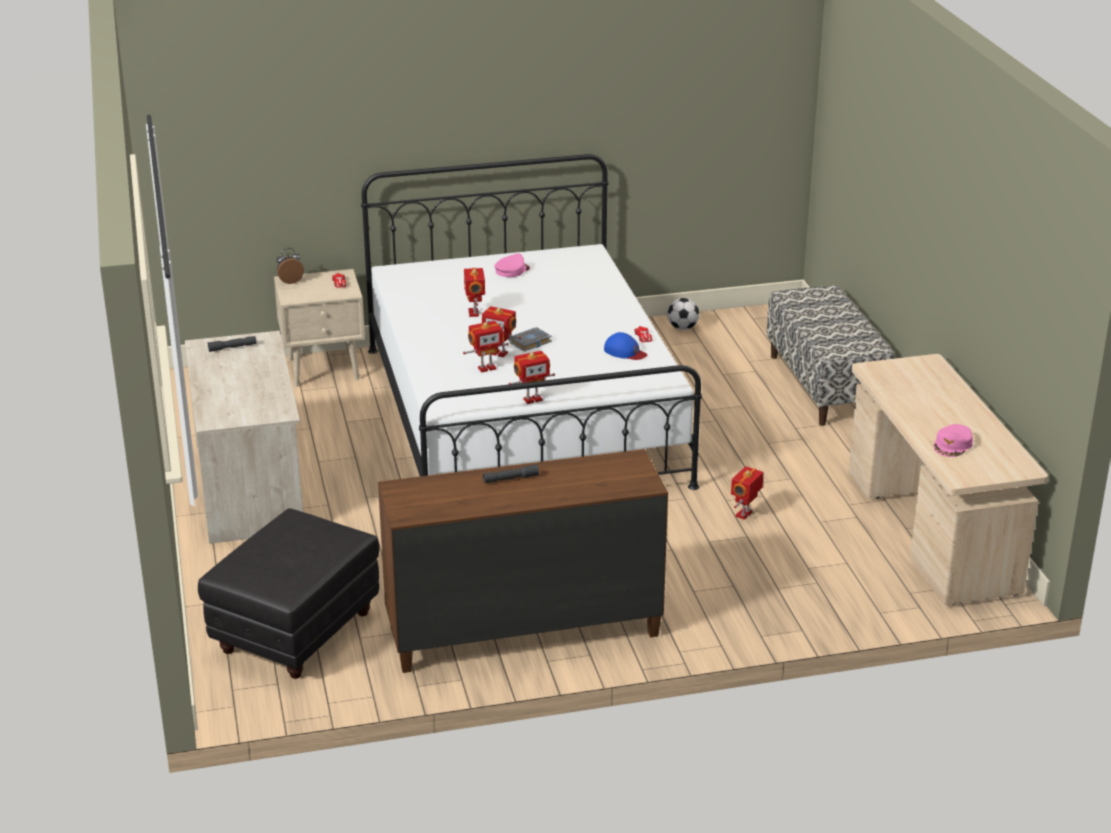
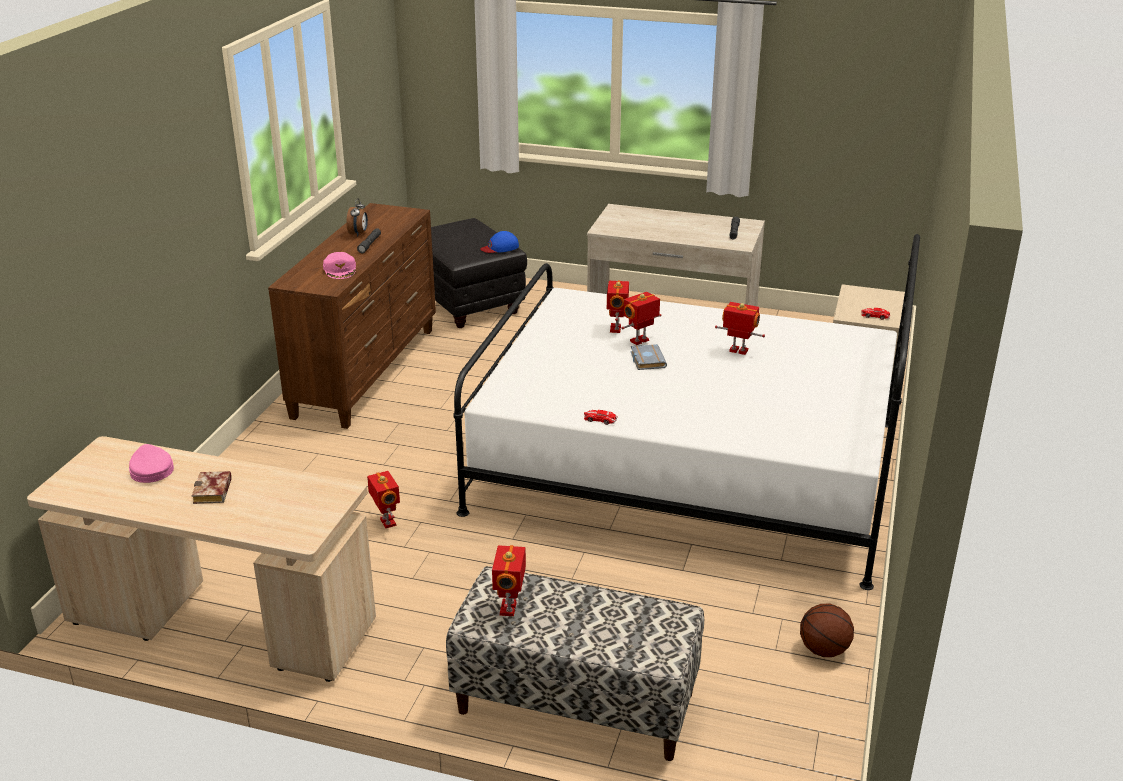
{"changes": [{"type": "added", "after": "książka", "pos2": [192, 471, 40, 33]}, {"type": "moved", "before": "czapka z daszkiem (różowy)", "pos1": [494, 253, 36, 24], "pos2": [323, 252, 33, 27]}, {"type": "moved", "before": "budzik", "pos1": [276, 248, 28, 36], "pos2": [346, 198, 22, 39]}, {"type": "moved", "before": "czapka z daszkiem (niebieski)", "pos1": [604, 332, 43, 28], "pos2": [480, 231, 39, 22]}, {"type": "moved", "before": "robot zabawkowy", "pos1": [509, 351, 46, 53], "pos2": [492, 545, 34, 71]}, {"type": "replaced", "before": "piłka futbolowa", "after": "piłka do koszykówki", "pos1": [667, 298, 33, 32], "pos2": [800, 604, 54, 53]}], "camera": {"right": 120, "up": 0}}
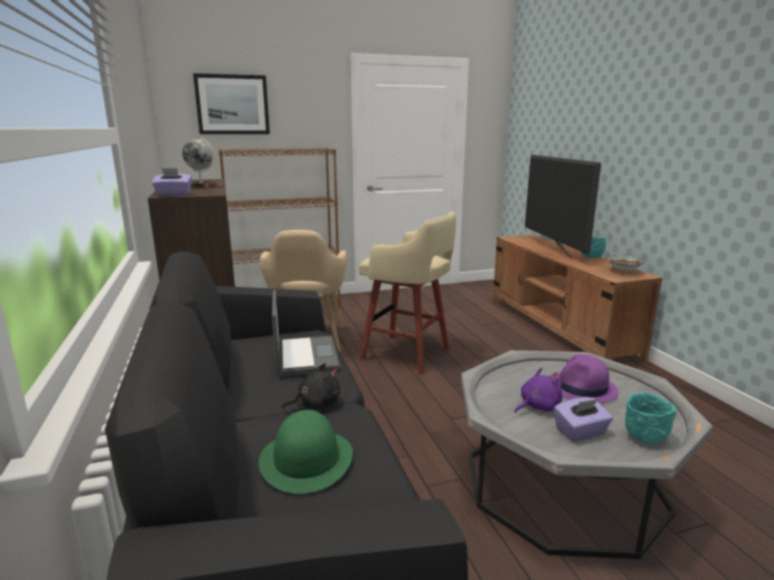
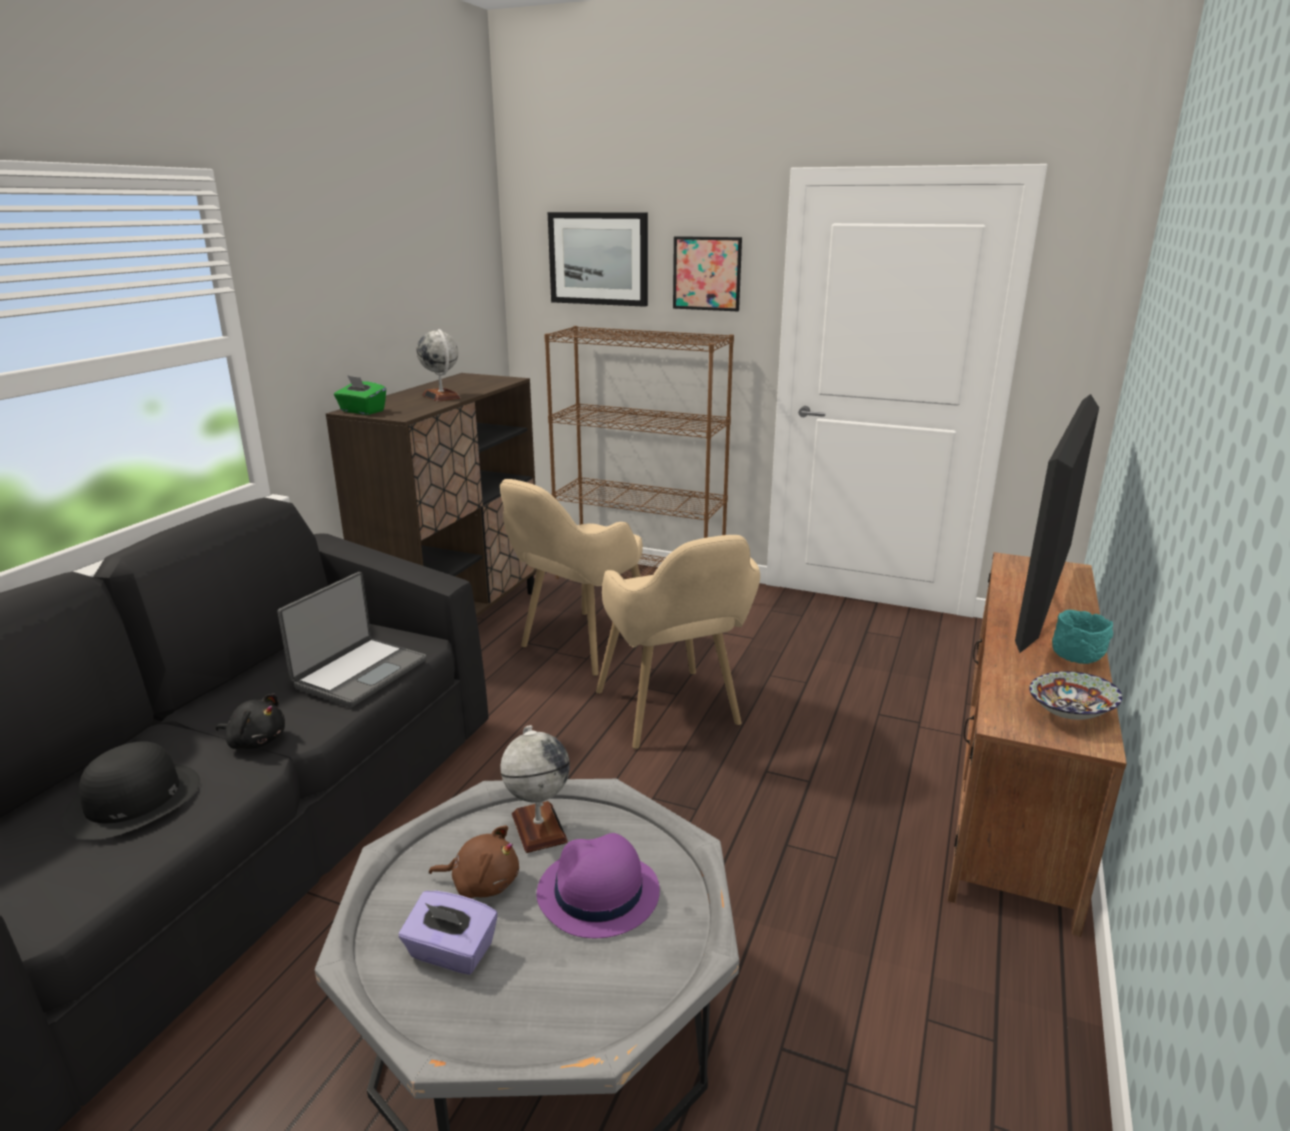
{"changes": [{"type": "recoloured", "before": "kapelusz (zielony)", "after": "kapelusz (czarny)", "pos1": [259, 410, 94, 84], "pos2": [62, 741, 138, 99]}, {"type": "recoloured", "before": "pudełko chusteczek (fioletowy)", "after": "pudełko chusteczek (zielony)", "pos1": [152, 168, 40, 29], "pos2": [334, 375, 52, 40]}, {"type": "recoloured", "before": "pluszak (fioletowy)", "after": "pluszak (brązowy)", "pos1": [514, 368, 48, 45], "pos2": [429, 825, 90, 73]}, {"type": "added", "after": "globus", "pos2": [500, 725, 70, 128]}, {"type": "replaced", "before": "stołek (beżowy)", "after": "fotel (beżowy)", "pos1": [359, 212, 97, 162], "pos2": [596, 535, 164, 214]}, {"type": "added", "after": "obraz", "pos2": [673, 236, 69, 75]}, {"type": "removed", "before": "miska (turkusowy)", "pos1": [625, 392, 52, 52]}], "camera": {"right": 40, "up": 5}}
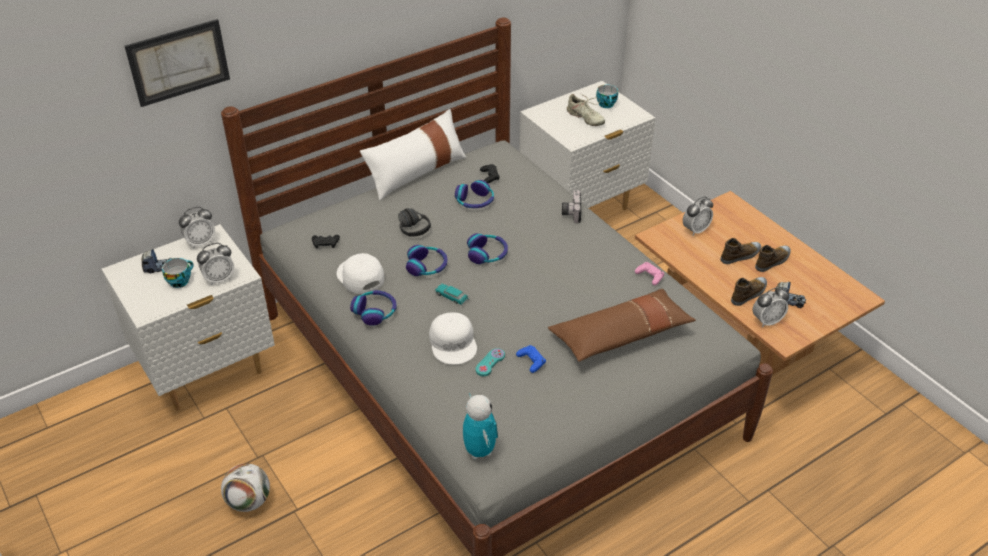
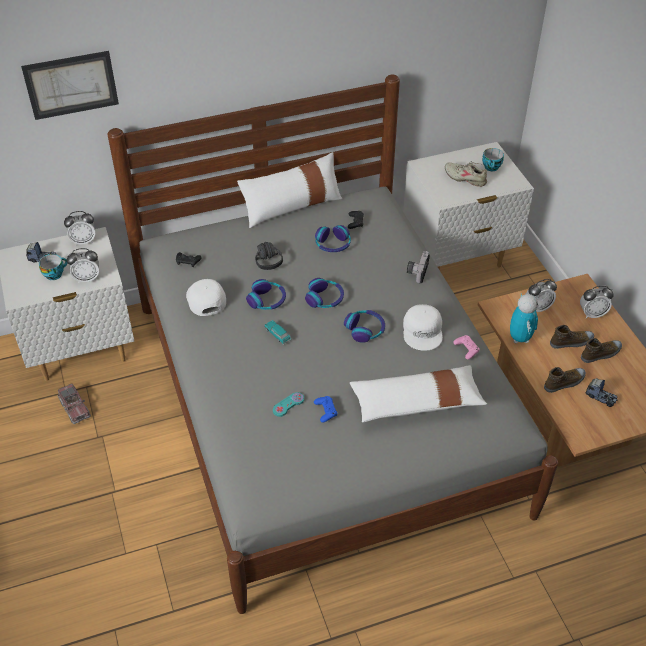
{"changes": [{"type": "added", "after": "ciężarówka zabawkowa", "pos2": [57, 383, 34, 41]}, {"type": "moved", "before": "słuchawki", "pos1": [350, 290, 47, 36], "pos2": [344, 310, 41, 33]}, {"type": "recoloured", "before": "poduszka (brązowy)", "after": "poduszka (biały)", "pos1": [548, 289, 148, 73], "pos2": [350, 365, 137, 57]}, {"type": "moved", "before": "czapka z daszkiem (biały)", "pos1": [429, 312, 48, 52], "pos2": [403, 304, 40, 47]}, {"type": "turned", "before": "but (beżowy)", "pos1": [567, 94, 38, 32], "pos2": [445, 162, 42, 25], "turn": 150}, {"type": "moved", "before": "robot zabawkowy", "pos1": [463, 393, 35, 66], "pos2": [510, 293, 28, 50]}, {"type": "moved", "before": "budzik", "pos1": [753, 287, 36, 40], "pos2": [580, 286, 34, 32]}, {"type": "removed", "before": "piłka futbolowa", "pos1": [221, 463, 49, 49]}], "camera": {"right": 15, "up": 5}}
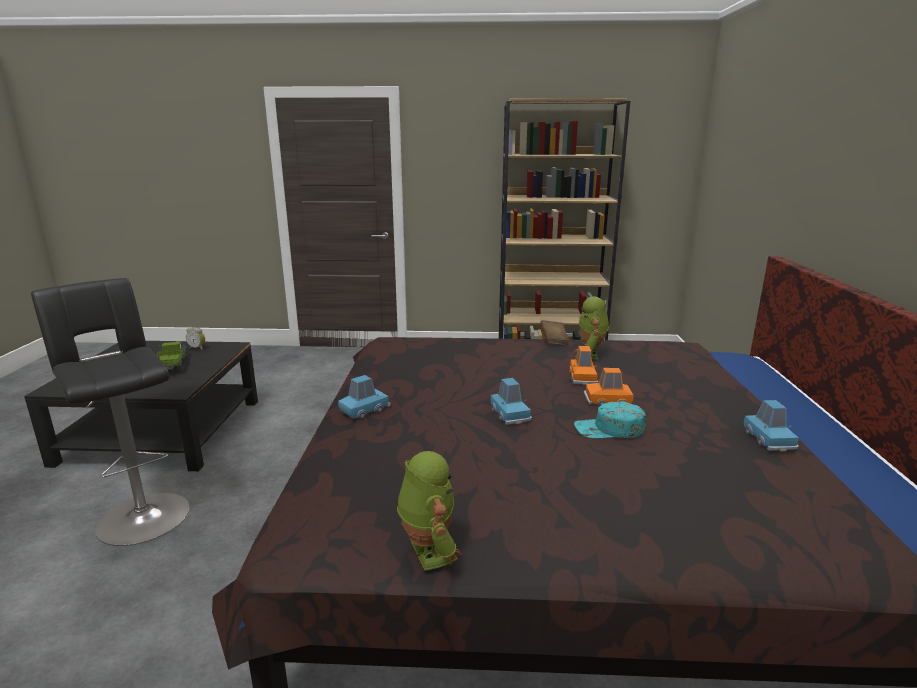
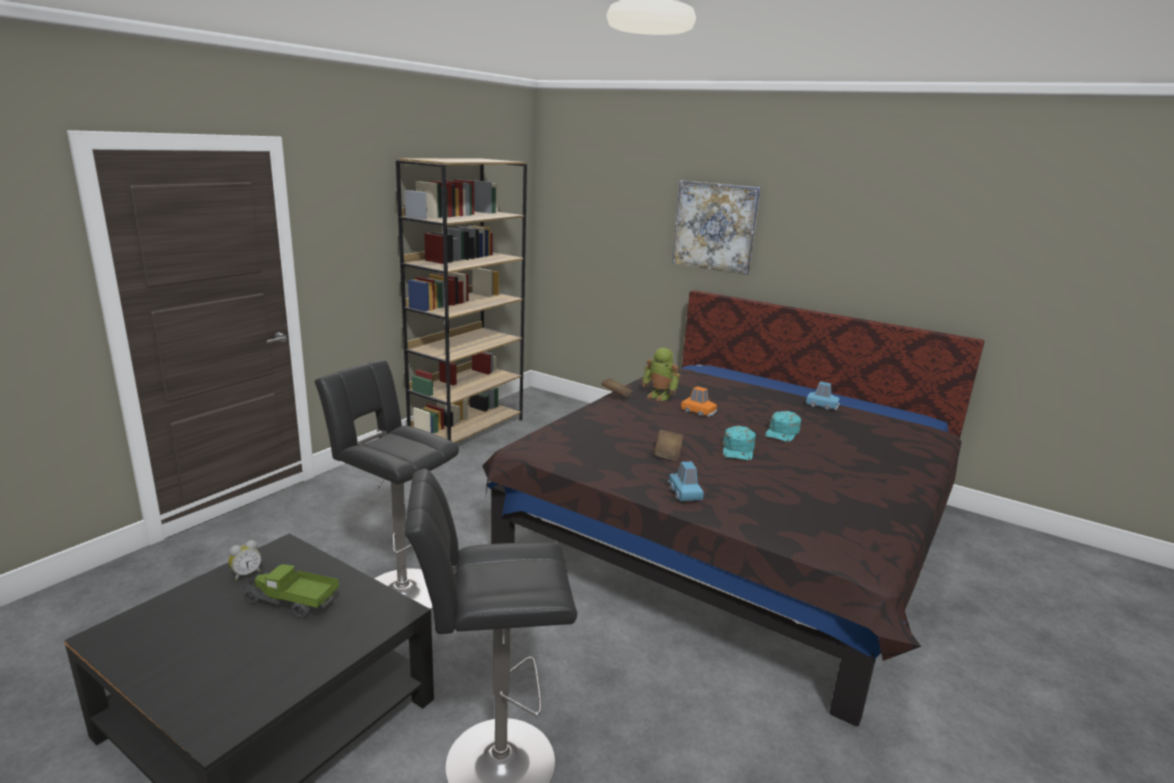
{"changes": [{"type": "added", "after": "stołek (czarny)", "pos2": [314, 360, 145, 249]}, {"type": "added", "after": "książka (brązowy)", "pos2": [654, 429, 29, 32]}, {"type": "added", "after": "obraz", "pos2": [672, 181, 89, 94]}, {"type": "replaced", "before": "samochodzik (niebieski)", "after": "czapka z daszkiem (turkusowy)", "pos1": [491, 378, 41, 47], "pos2": [723, 426, 32, 34]}, {"type": "removed", "before": "robot zabawkowy", "pos1": [397, 451, 65, 120]}, {"type": "removed", "before": "samochodzik (pomarańczowy)", "pos1": [584, 368, 50, 38]}], "camera": {"right": -60, "up": 0}}
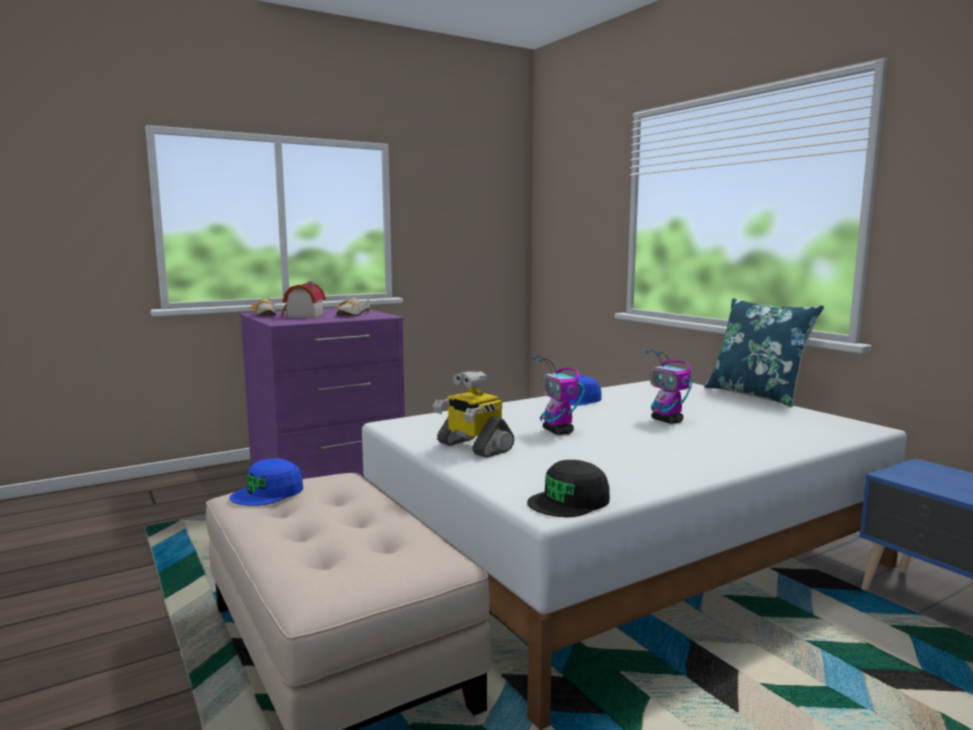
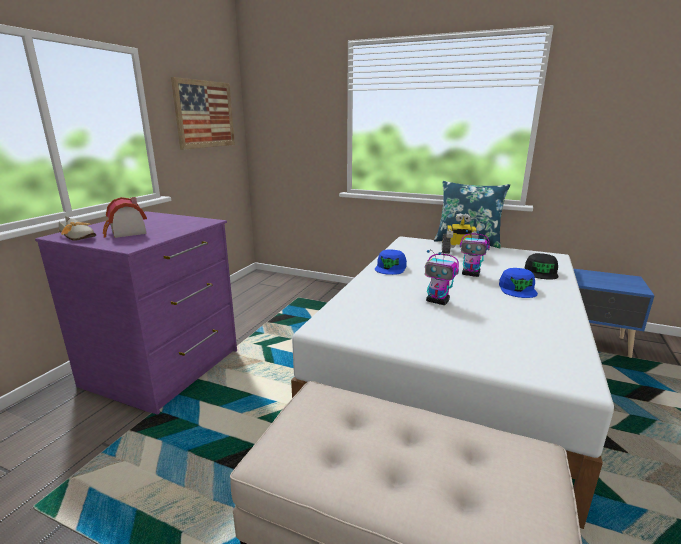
{"changes": [{"type": "added", "after": "obraz", "pos2": [171, 77, 64, 73]}, {"type": "moved", "before": "robot zabawkowy", "pos1": [433, 370, 81, 88], "pos2": [442, 213, 37, 40]}, {"type": "moved", "before": "czapka z daszkiem (niebieski)", "pos1": [230, 458, 73, 48], "pos2": [499, 268, 39, 30]}, {"type": "moved", "before": "czapka z daszkiem (czarny)", "pos1": [527, 460, 83, 57], "pos2": [525, 253, 33, 26]}, {"type": "removed", "before": "but", "pos1": [334, 297, 36, 19]}], "camera": {"right": -35, "up": 10}}
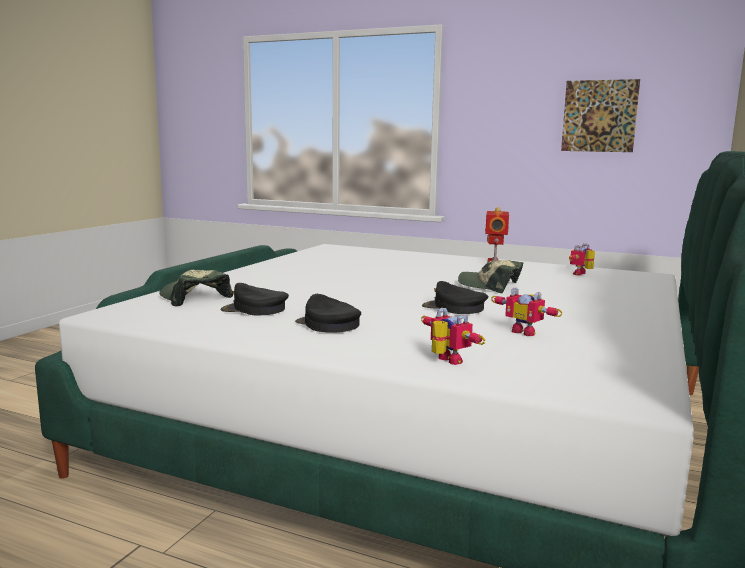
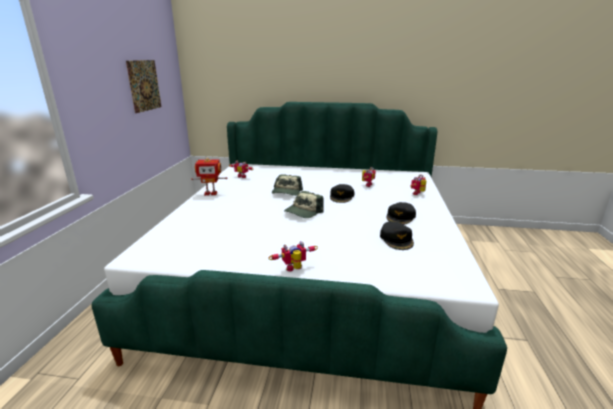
{"changes": [{"type": "added", "after": "robot zabawkowy", "pos2": [268, 241, 50, 31]}, {"type": "moved", "before": "czapka z daszkiem", "pos1": [159, 270, 74, 37], "pos2": [284, 191, 40, 27]}], "camera": {"right": -105, "up": 10}}
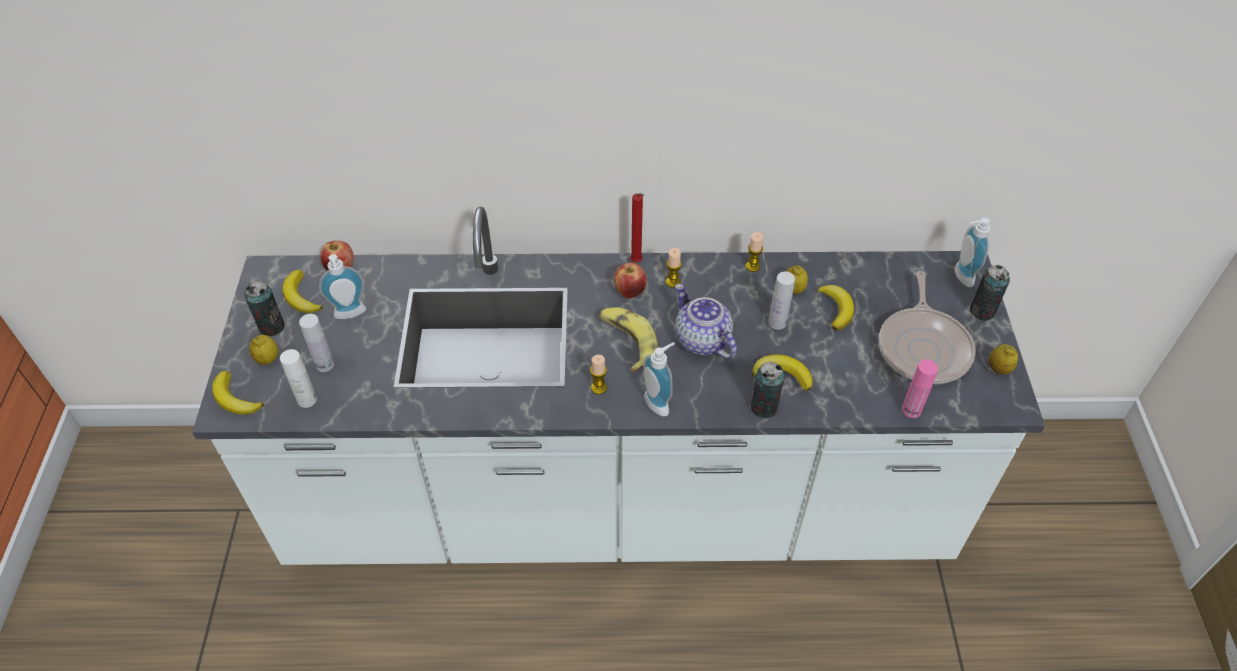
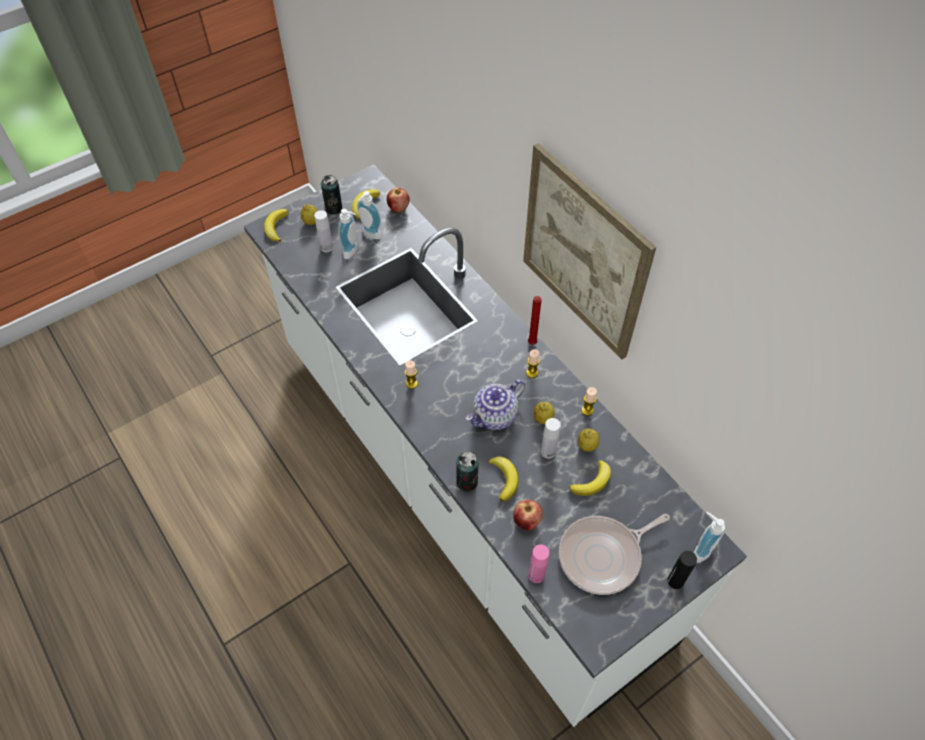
{"changes": [{"type": "moved", "before": "dozownik mydła", "pos1": [643, 342, 32, 74], "pos2": [338, 209, 19, 50]}, {"type": "turned", "before": "imbryk", "pos1": [675, 284, 62, 75], "pos2": [465, 379, 60, 51], "turn": -150}, {"type": "moved", "before": "jabłko", "pos1": [614, 262, 33, 36], "pos2": [513, 499, 30, 31]}, {"type": "added", "after": "obraz", "pos2": [523, 143, 133, 216]}, {"type": "moved", "before": "cytryna", "pos1": [989, 344, 29, 31], "pos2": [533, 402, 22, 22]}, {"type": "replaced", "before": "puszka", "after": "butelka (czarny)", "pos1": [970, 265, 40, 56], "pos2": [667, 551, 30, 38]}, {"type": "removed", "before": "butelka (biały)", "pos1": [280, 349, 37, 59]}, {"type": "removed", "before": "banan", "pos1": [599, 307, 59, 65]}], "camera": {"right": 55, "up": 5}}
